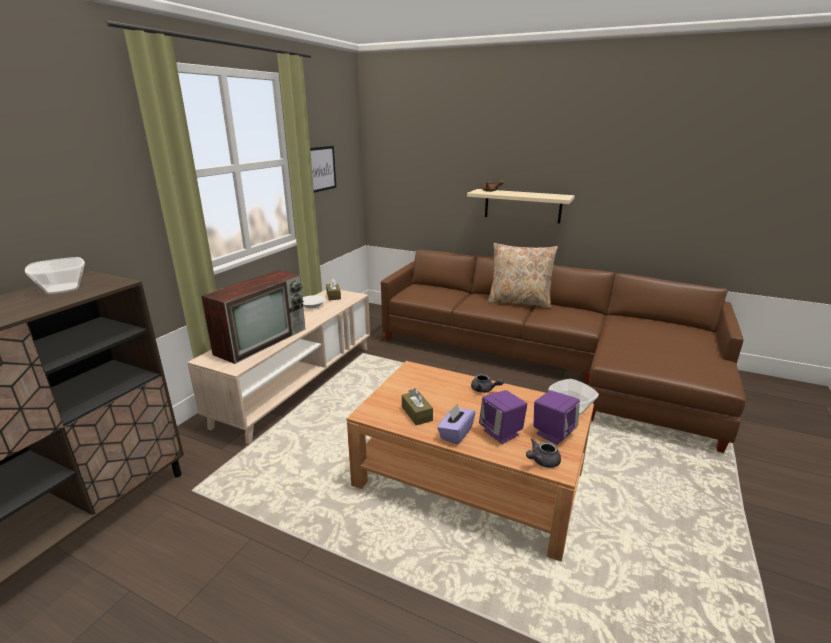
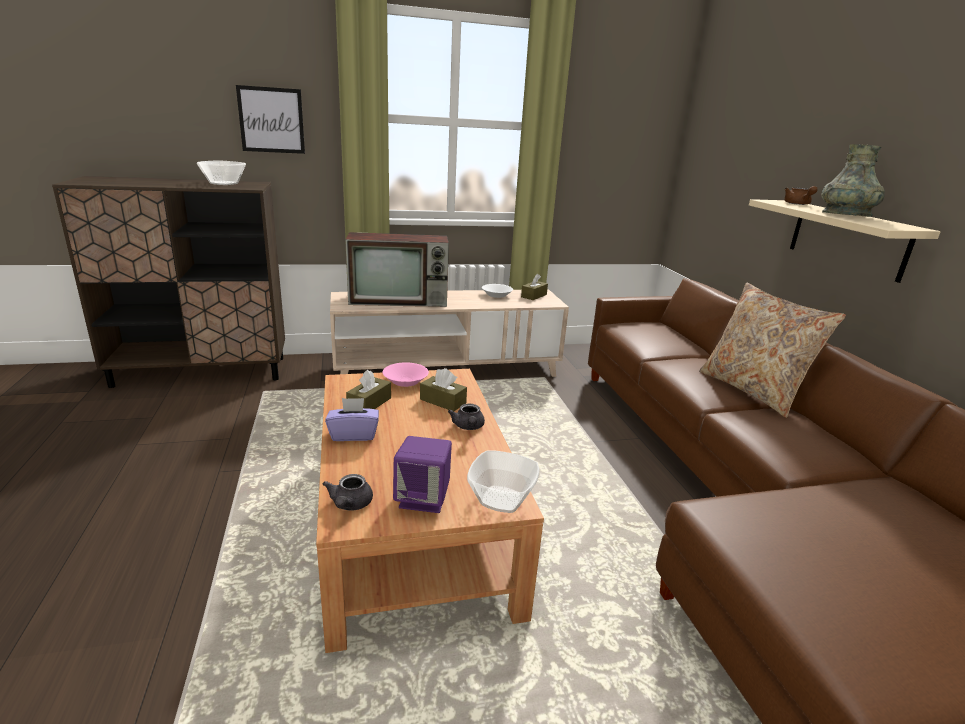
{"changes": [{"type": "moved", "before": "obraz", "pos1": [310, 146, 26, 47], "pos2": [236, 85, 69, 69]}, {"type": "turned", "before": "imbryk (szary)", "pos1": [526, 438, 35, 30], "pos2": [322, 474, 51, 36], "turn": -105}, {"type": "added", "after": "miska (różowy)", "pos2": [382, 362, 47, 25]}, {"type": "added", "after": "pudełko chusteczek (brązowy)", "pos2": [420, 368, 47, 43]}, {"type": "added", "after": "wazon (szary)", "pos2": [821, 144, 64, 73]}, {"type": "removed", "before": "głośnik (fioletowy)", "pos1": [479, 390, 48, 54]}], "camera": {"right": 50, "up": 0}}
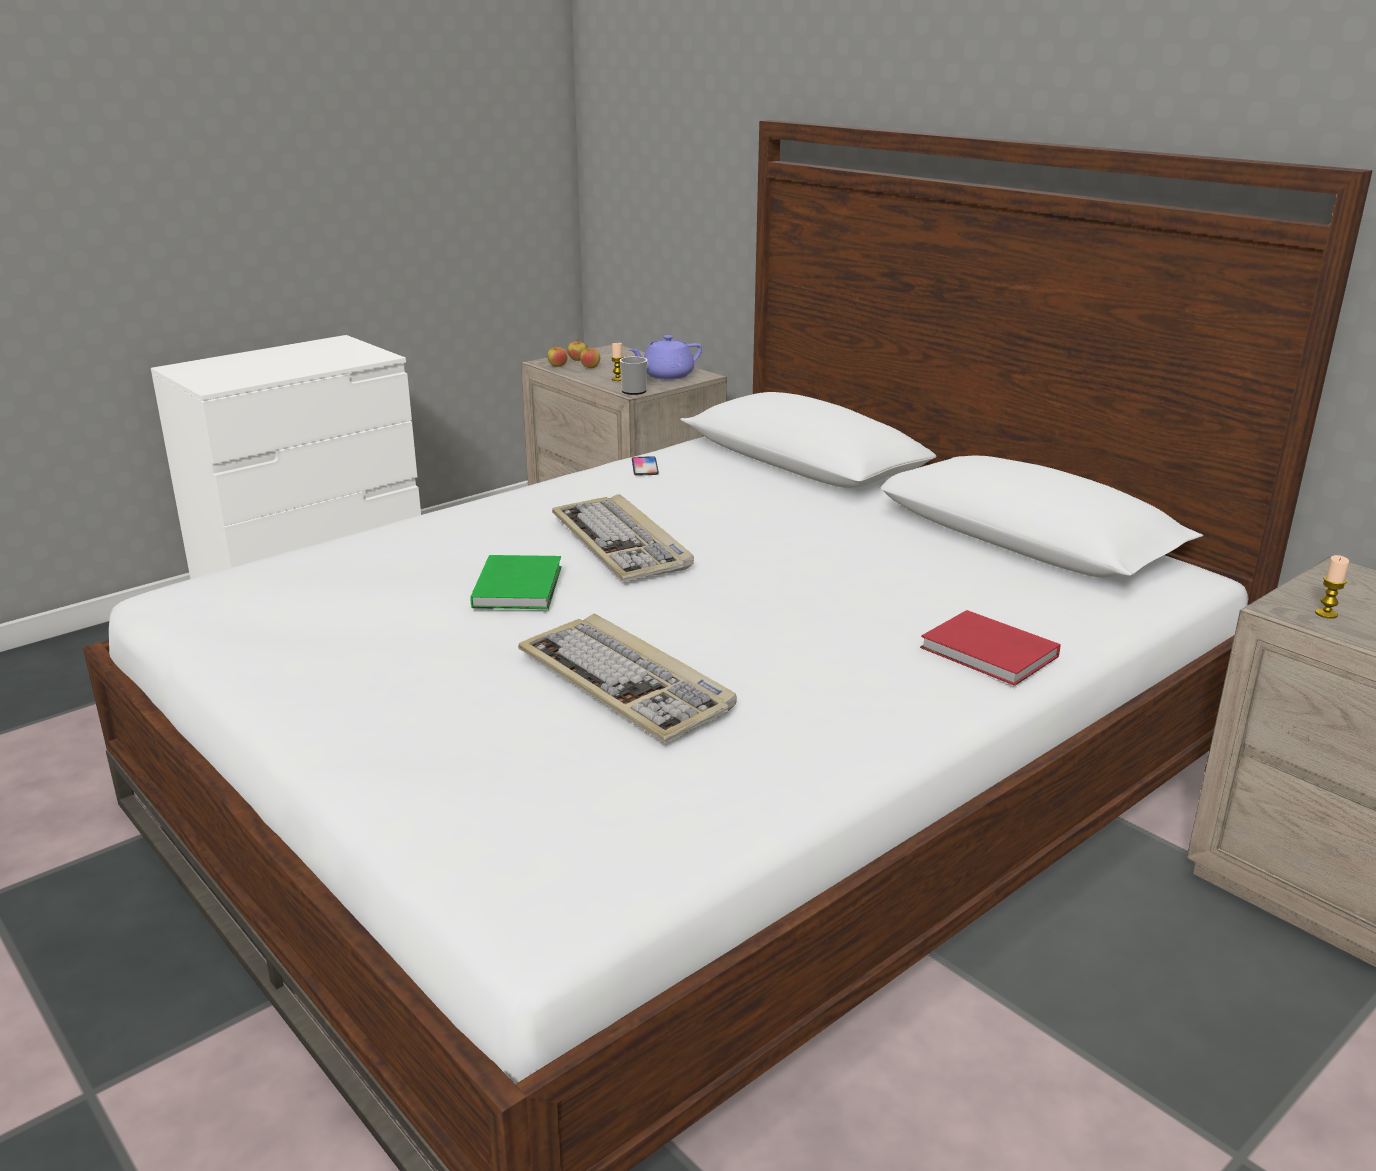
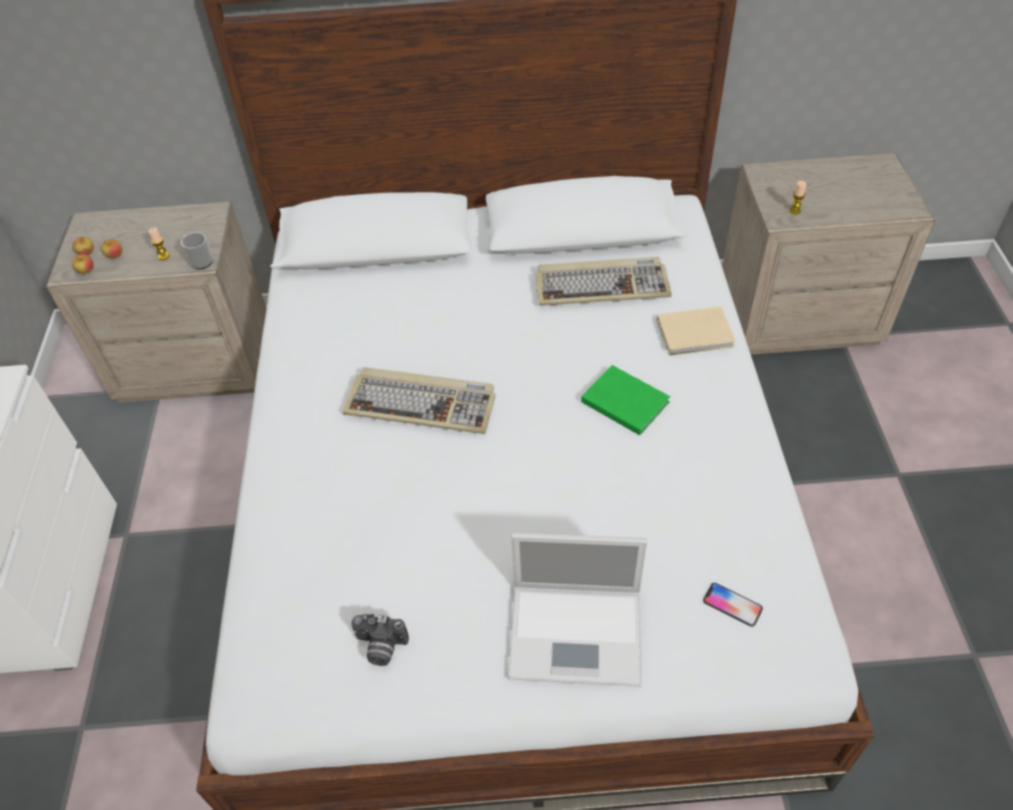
{"changes": [{"type": "added", "after": "aparat fotograficzny", "pos2": [351, 614, 58, 52]}, {"type": "added", "after": "laptop", "pos2": [508, 533, 139, 153]}, {"type": "moved", "before": "klawiatura", "pos1": [518, 614, 219, 129], "pos2": [536, 257, 136, 49]}, {"type": "moved", "before": "książka (zielony)", "pos1": [471, 555, 91, 54], "pos2": [581, 365, 89, 70]}, {"type": "recoloured", "before": "książka (czerwony)", "after": "książka (beżowy)", "pos1": [920, 610, 141, 76], "pos2": [657, 306, 79, 50]}, {"type": "moved", "before": "telefon", "pos1": [632, 456, 27, 20], "pos2": [703, 583, 60, 44]}, {"type": "removed", "before": "imbryk (fioletowy)", "pos1": [629, 335, 73, 45]}], "camera": {"right": -50, "up": 25}}
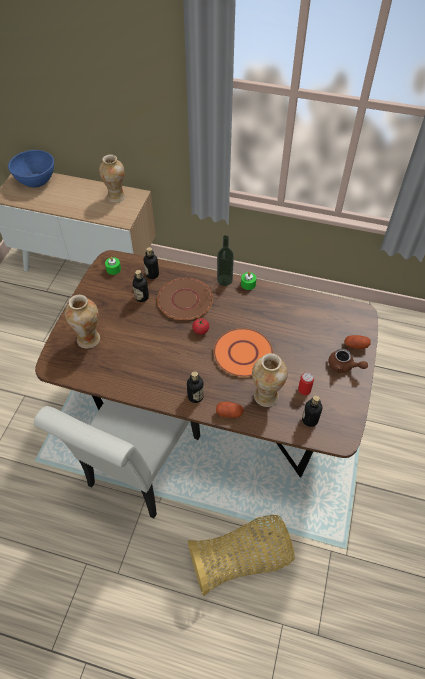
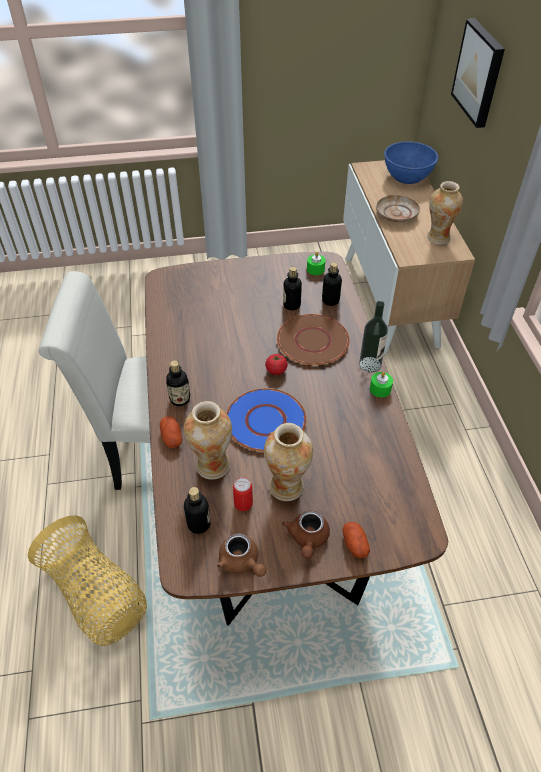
{"changes": [{"type": "added", "after": "imbryk (brązowy)", "pos2": [217, 533, 49, 44]}, {"type": "recoloured", "before": "talerz (pomarańczowy)", "after": "talerz (niebieski)", "pos1": [214, 328, 59, 49], "pos2": [226, 388, 80, 64]}, {"type": "moved", "before": "wazon", "pos1": [65, 295, 35, 54], "pos2": [264, 423, 49, 78]}, {"type": "added", "after": "talerz (beżowy)", "pos2": [376, 195, 44, 27]}, {"type": "added", "after": "obraz", "pos2": [451, 19, 54, 109]}], "camera": {"right": 65, "up": -5}}
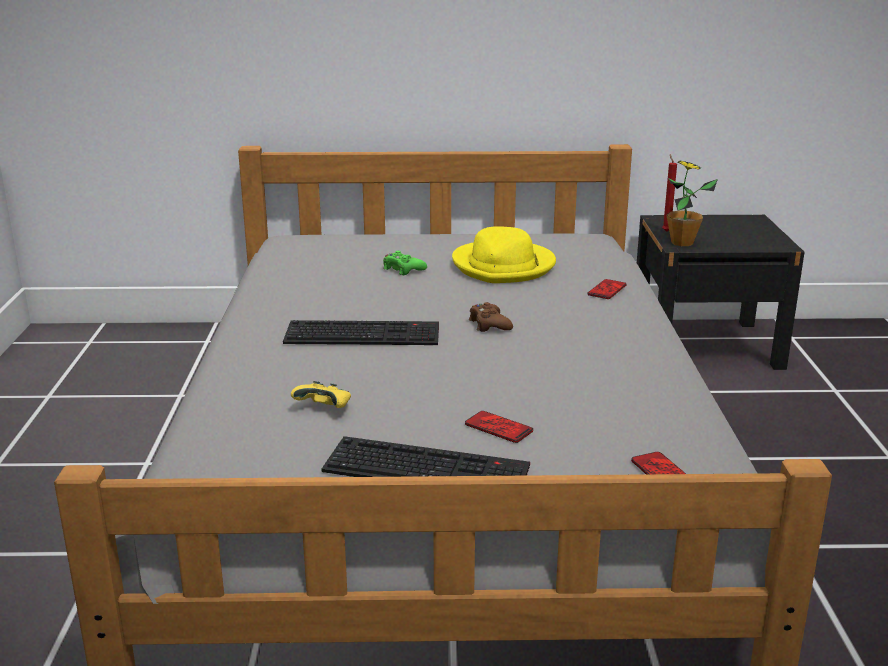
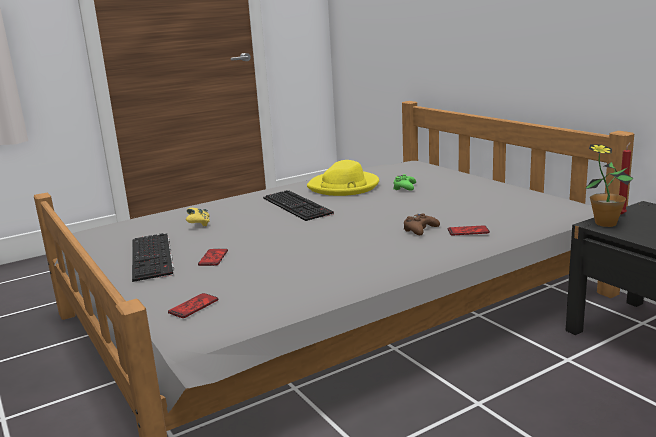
{"changes": [{"type": "moved", "before": "kapelusz (żółty)", "pos1": [452, 226, 104, 57], "pos2": [307, 160, 72, 36]}, {"type": "moved", "before": "pad do gier (brązowy)", "pos1": [469, 302, 44, 30], "pos2": [404, 213, 36, 22]}], "camera": {"right": 60, "up": -5}}
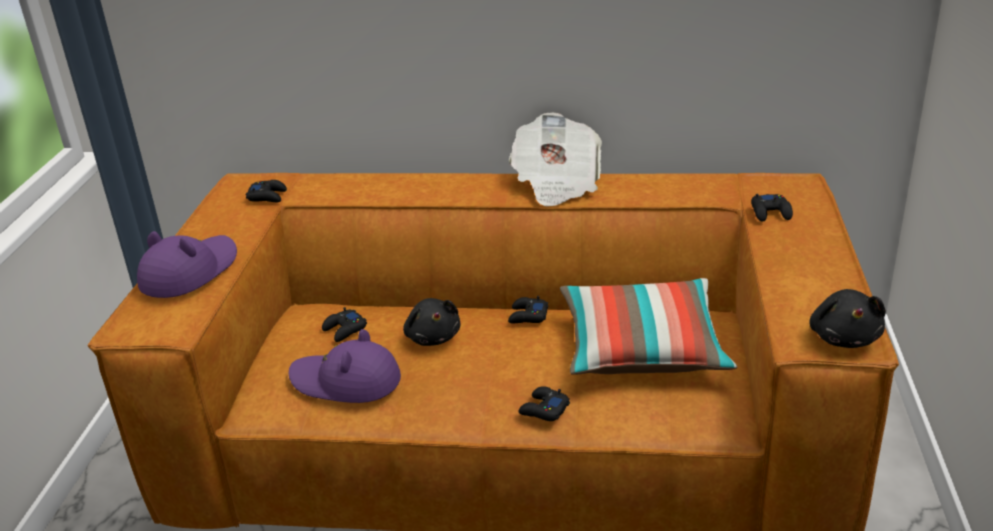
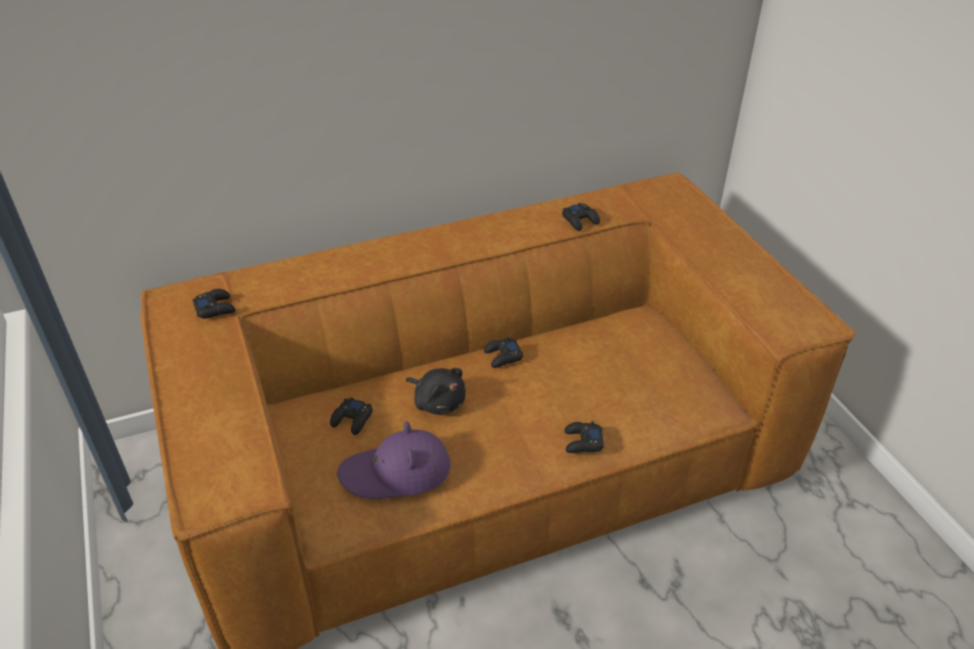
{"changes": [{"type": "moved", "before": "pad do gier (czarny)", "pos1": [751, 194, 42, 28], "pos2": [562, 203, 38, 28]}, {"type": "removed", "before": "kapelusz (fioletowy)", "pos1": [137, 231, 100, 67]}, {"type": "removed", "before": "gazeta", "pos1": [509, 113, 93, 94]}, {"type": "removed", "before": "poduszka", "pos1": [560, 278, 177, 97]}, {"type": "removed", "before": "pluszak (czarny)", "pos1": [809, 289, 77, 59]}], "camera": {"right": -30, "up": 10}}
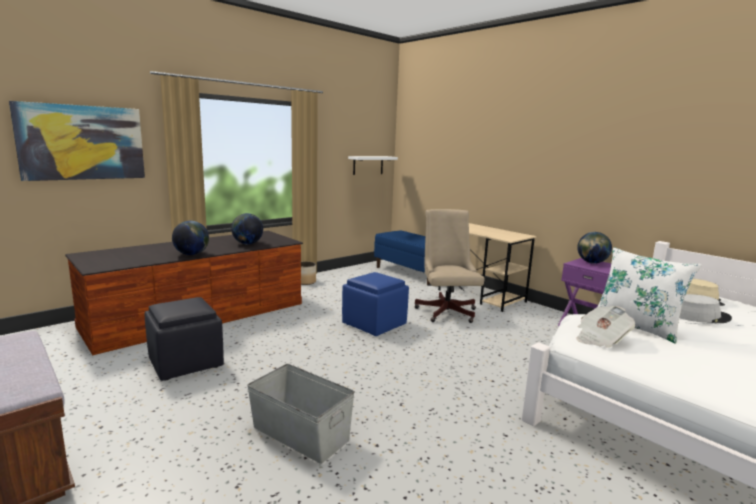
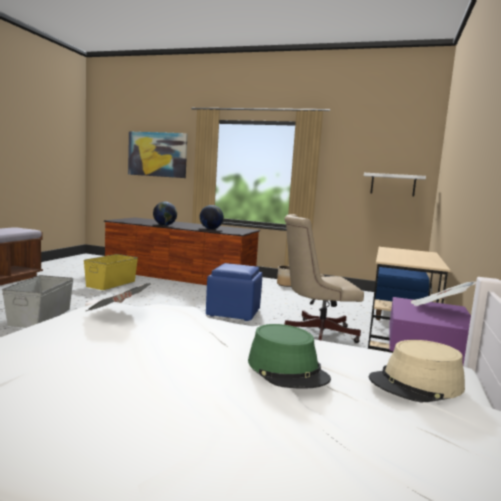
{"changes": [{"type": "replaced", "before": "pufa (czarny)", "after": "pojemnik do przechowywania (żółty)", "pos1": [145, 297, 79, 84], "pos2": [84, 254, 54, 36]}, {"type": "recoloured", "before": "kapelusz (szary)", "after": "kapelusz (zielony)", "pos1": [679, 294, 53, 29], "pos2": [248, 324, 83, 65]}, {"type": "turned", "before": "krzesło biurowe (beżowy)", "pos1": [414, 209, 71, 114], "pos2": [284, 214, 80, 129], "turn": -150}, {"type": "replaced", "before": "globus", "after": "gazeta", "pos1": [577, 232, 35, 32], "pos2": [411, 281, 65, 25]}, {"type": "removed", "before": "poduszka (biały)", "pos1": [598, 247, 104, 97]}], "camera": {"right": 60, "up": -5}}
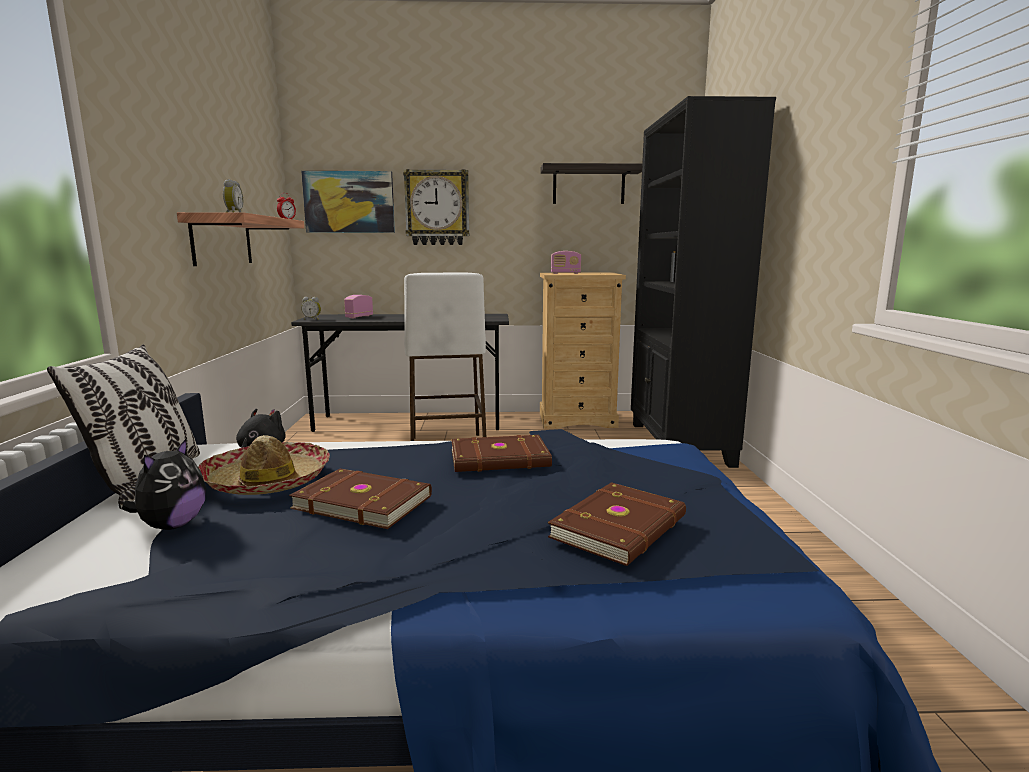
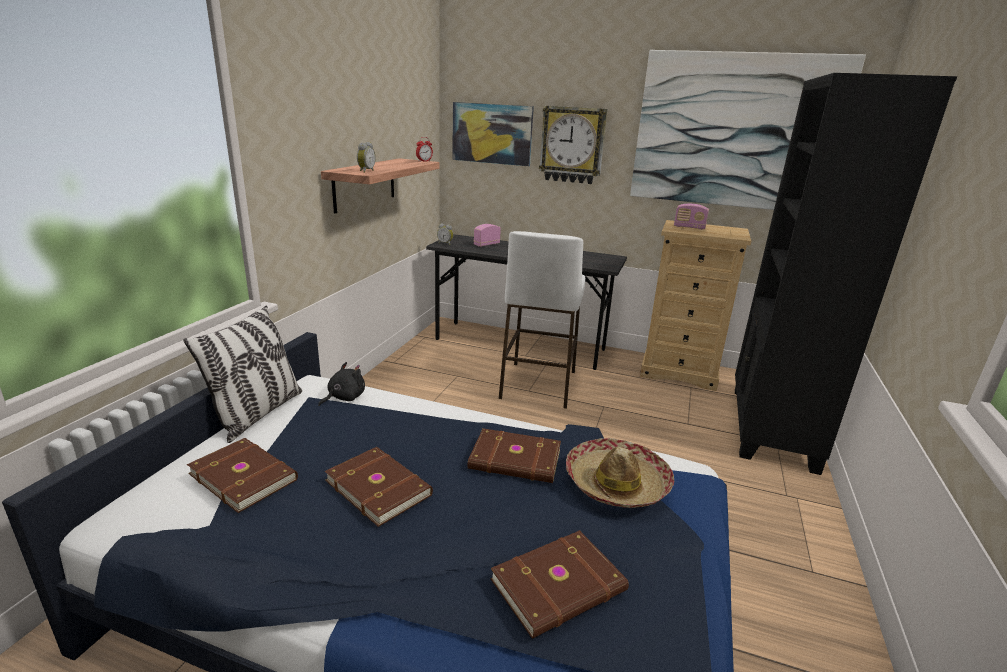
{"changes": [{"type": "replaced", "before": "pluszak", "after": "książka (brązowy)", "pos1": [122, 439, 84, 91], "pos2": [187, 438, 111, 75]}, {"type": "moved", "before": "kapelusz", "pos1": [198, 435, 132, 60], "pos2": [566, 438, 108, 70]}, {"type": "replaced", "before": "półka", "after": "obraz", "pos1": [540, 163, 102, 41], "pos2": [630, 50, 236, 160]}], "camera": {"right": 20, "up": 10}}
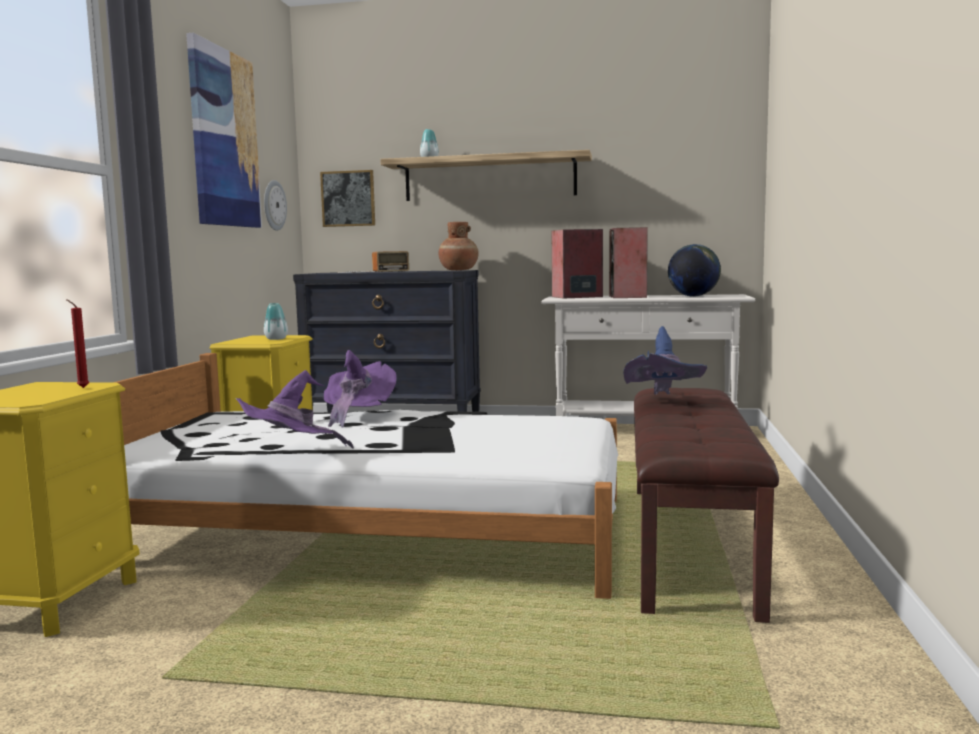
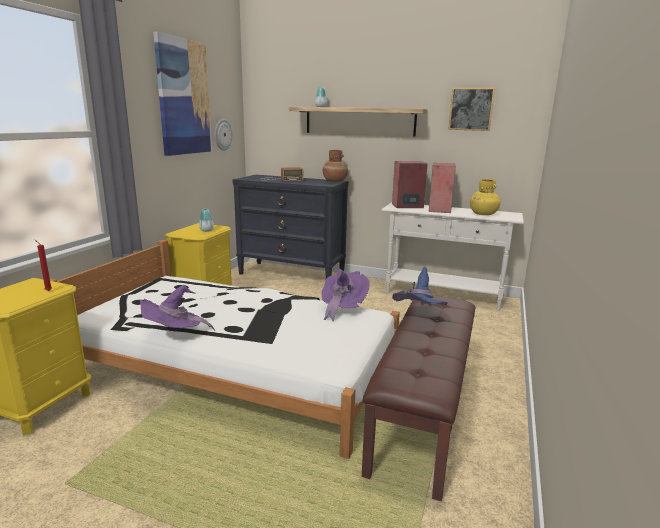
{"changes": [{"type": "moved", "before": "kapelusz (fioletowy)", "pos1": [324, 350, 73, 78], "pos2": [322, 269, 48, 53]}, {"type": "moved", "before": "obraz", "pos1": [320, 170, 55, 57], "pos2": [448, 88, 47, 43]}, {"type": "replaced", "before": "globus", "after": "wazon (żółty)", "pos1": [668, 244, 53, 53], "pos2": [470, 179, 31, 36]}], "camera": {"right": 10, "up": 10}}
